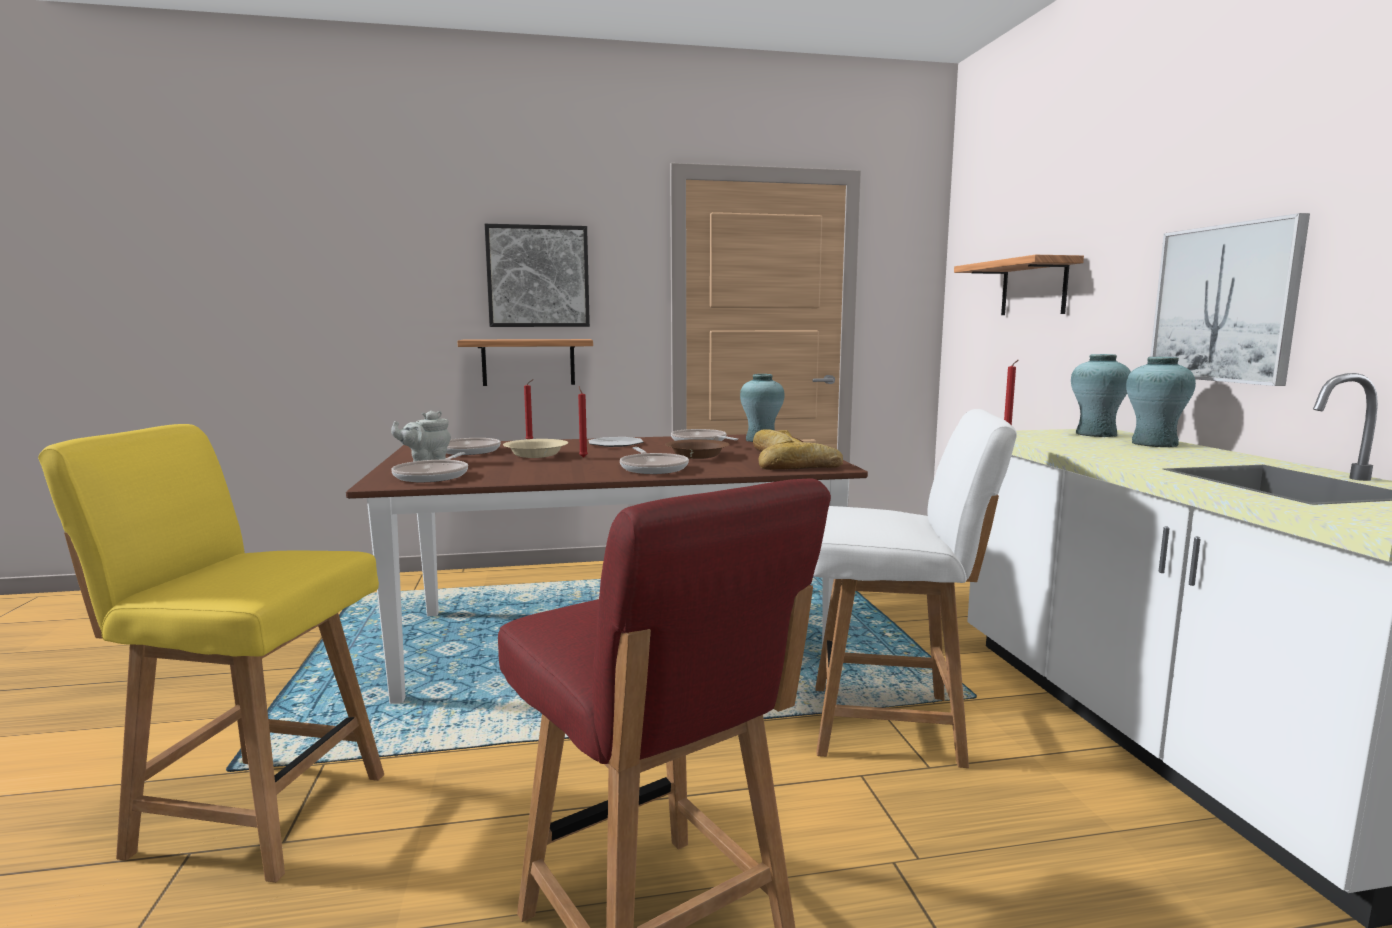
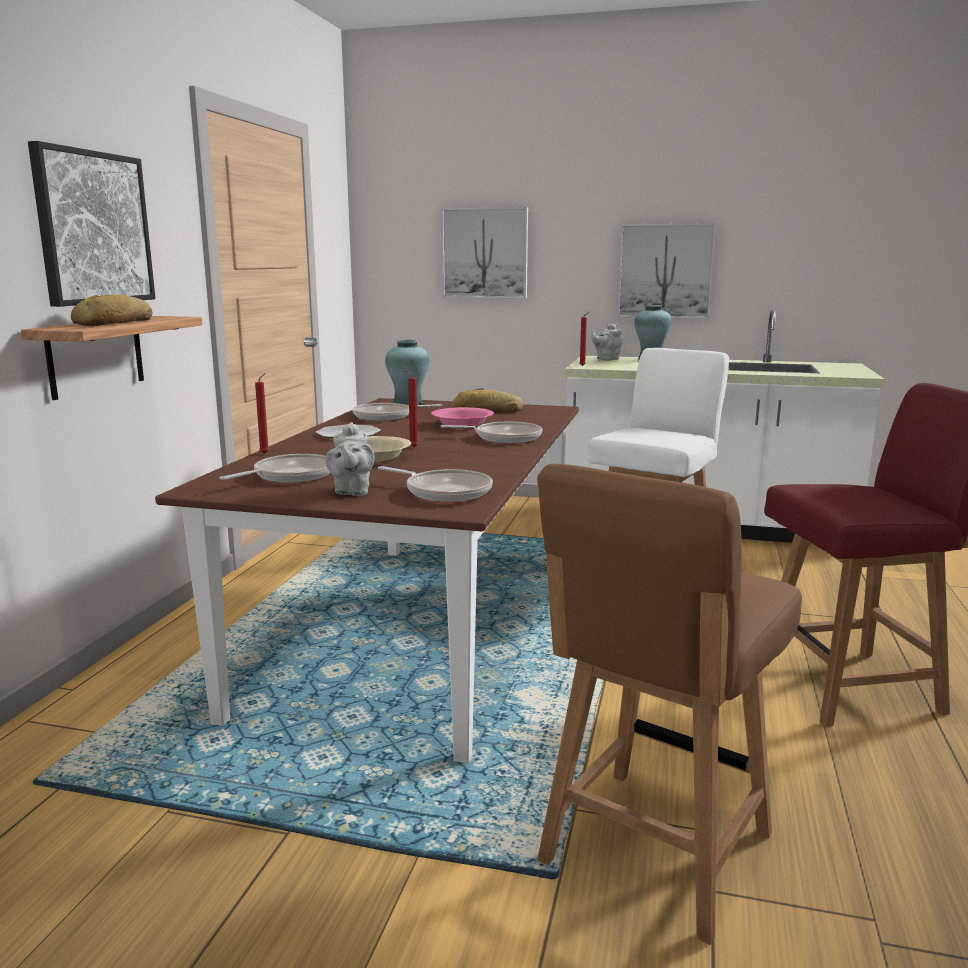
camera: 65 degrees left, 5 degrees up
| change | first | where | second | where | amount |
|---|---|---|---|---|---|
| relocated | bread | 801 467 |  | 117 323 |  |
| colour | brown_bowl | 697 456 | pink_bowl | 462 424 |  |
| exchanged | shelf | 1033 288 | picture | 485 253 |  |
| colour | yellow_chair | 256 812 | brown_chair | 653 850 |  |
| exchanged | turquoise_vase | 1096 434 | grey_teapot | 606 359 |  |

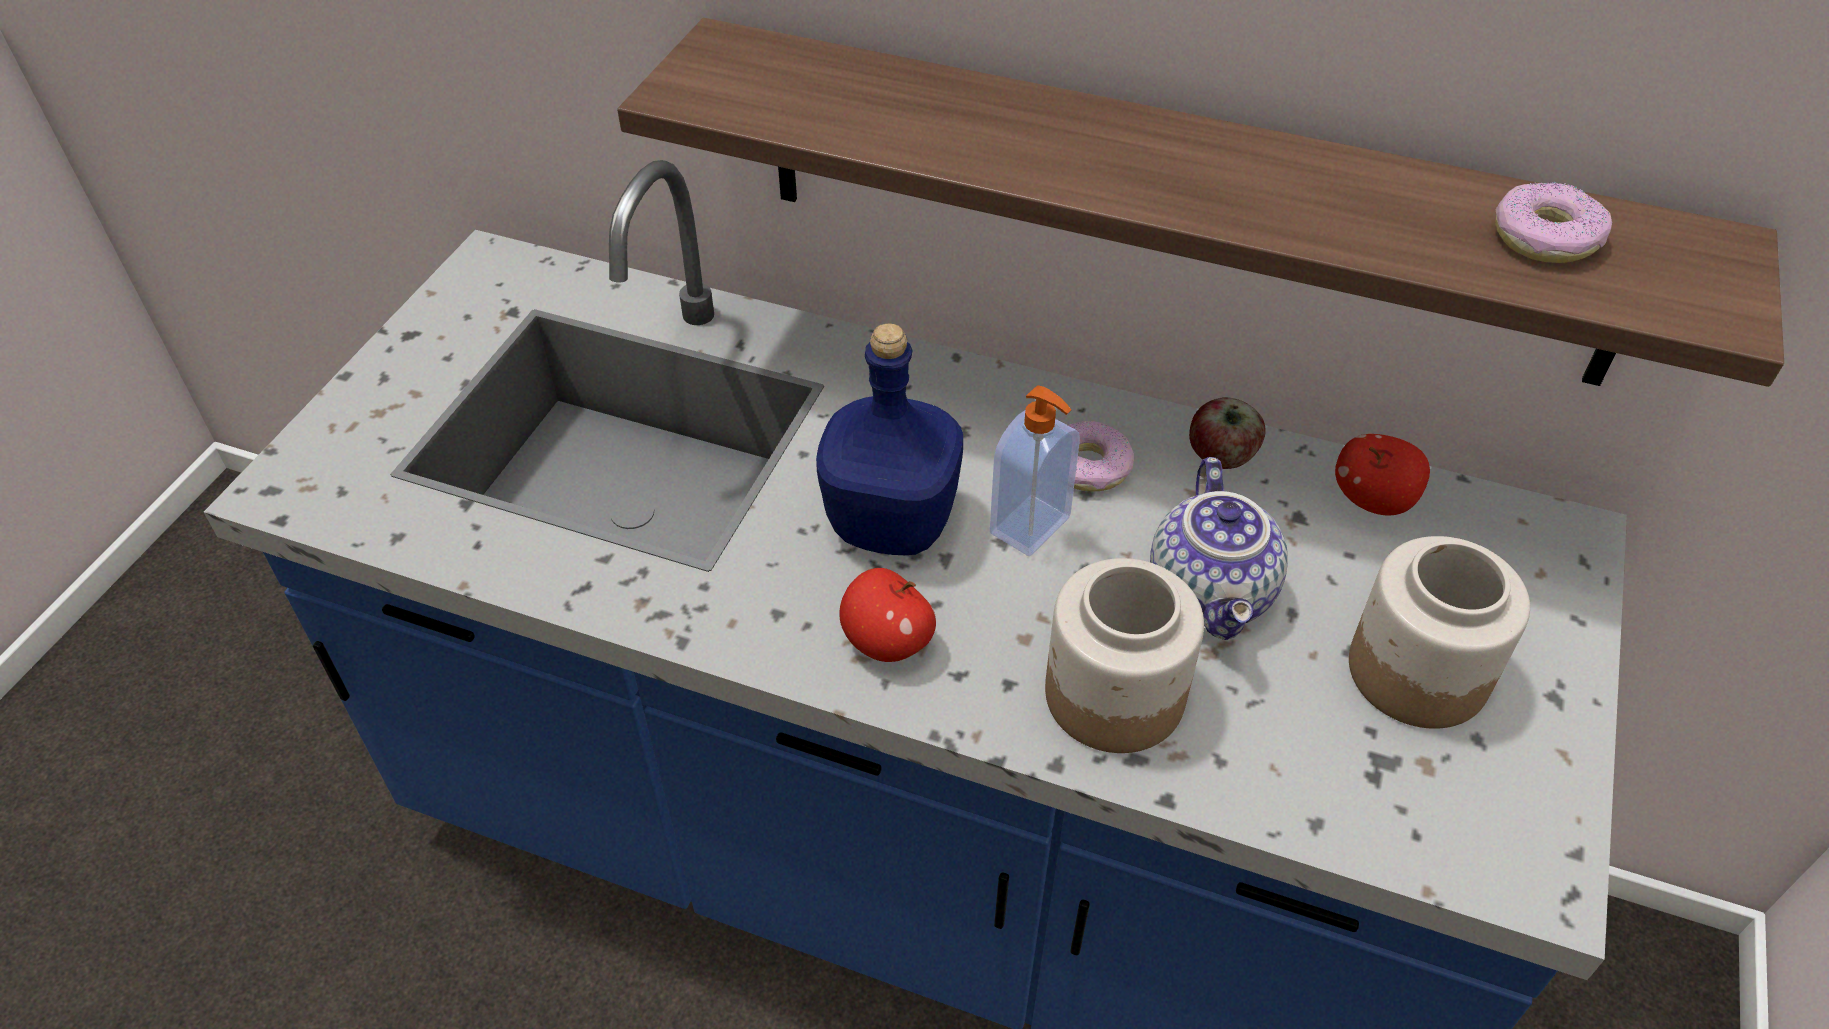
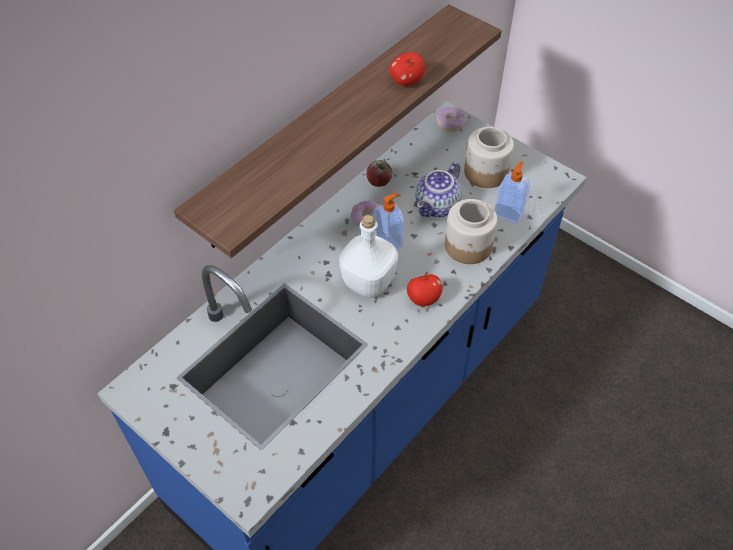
camera: 70 degrees left, 5 degrees up
| change | first | where | second | where | amount |
|---|---|---|---|---|---|
| colour | blue_bottle | 894 522 | white_bottle | 369 281 |  |
| relocated | apple | 1373 500 |  | 406 81 |  |
| spun | teapot | 1213 594 |  | 437 207 | 105 degrees clockwise |
| relocated | donut | 1544 237 |  | 450 123 |  |
| appeared |  |  | soap_dispenser | 509 213 |  |

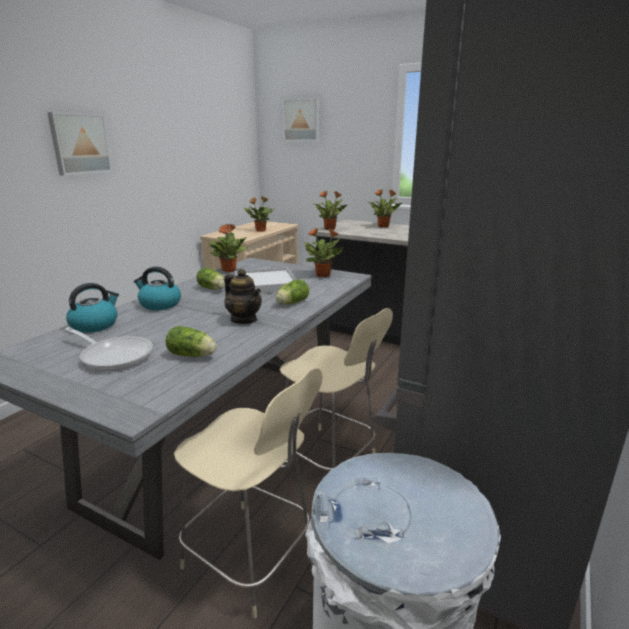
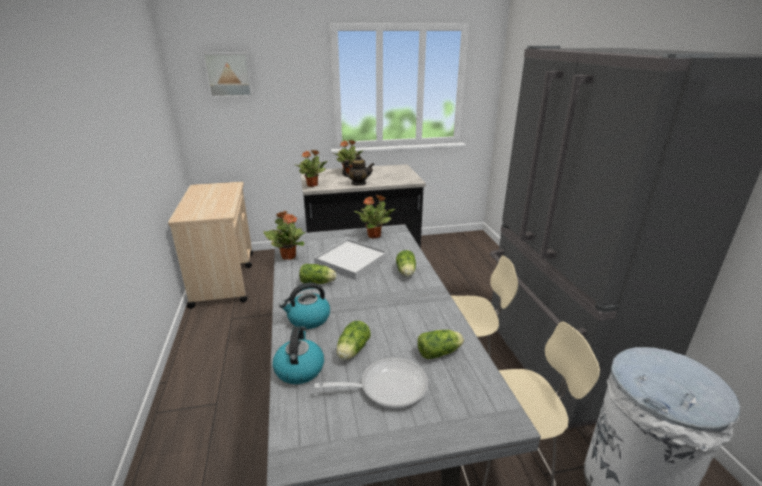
camera: 40 degrees left, 5 degrees up
| change | first | where | second | where | amount |
|---|---|---|---|---|---|
| appeared |  |  | lettuce | 352 351 |  |
| relocated | teapot | 244 320 |  | 358 183 |  |
| missing | picture | 80 144 |  |  |  |
| missing | potted_plant | 260 230 |  |  |  |

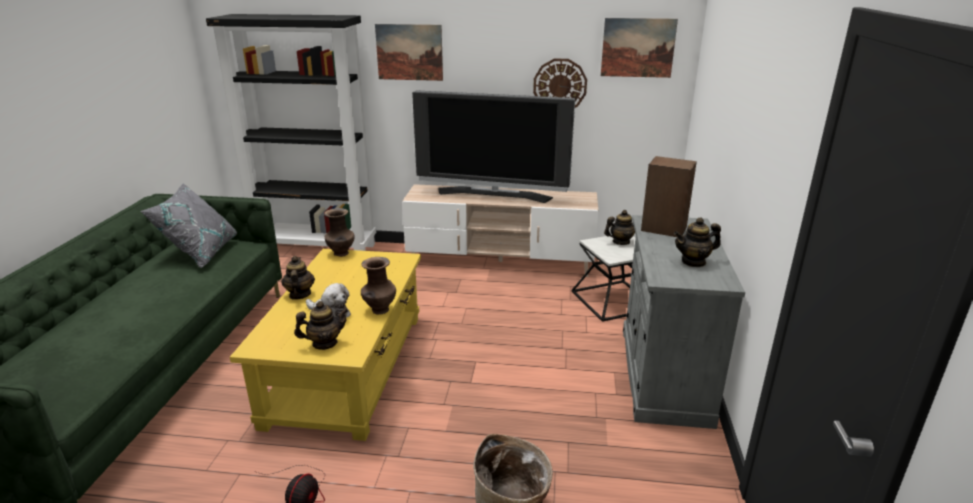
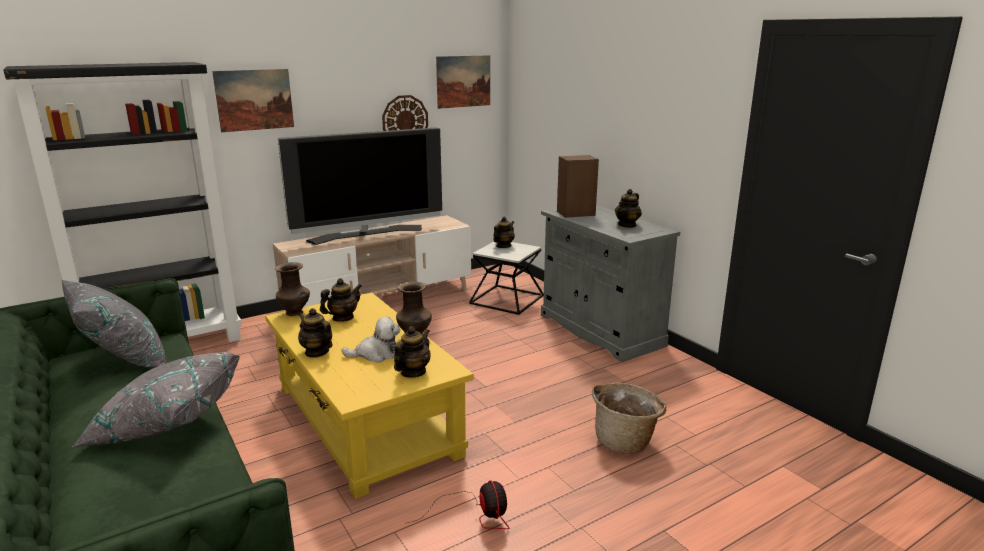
camera: 40 degrees left, 5 degrees down
| change | first | where | second | where | amount |
|---|---|---|---|---|---|
| appeared |  |  | grey_pillow | 166 422 |  |
| appeared |  |  | teapot | 342 318 |  |

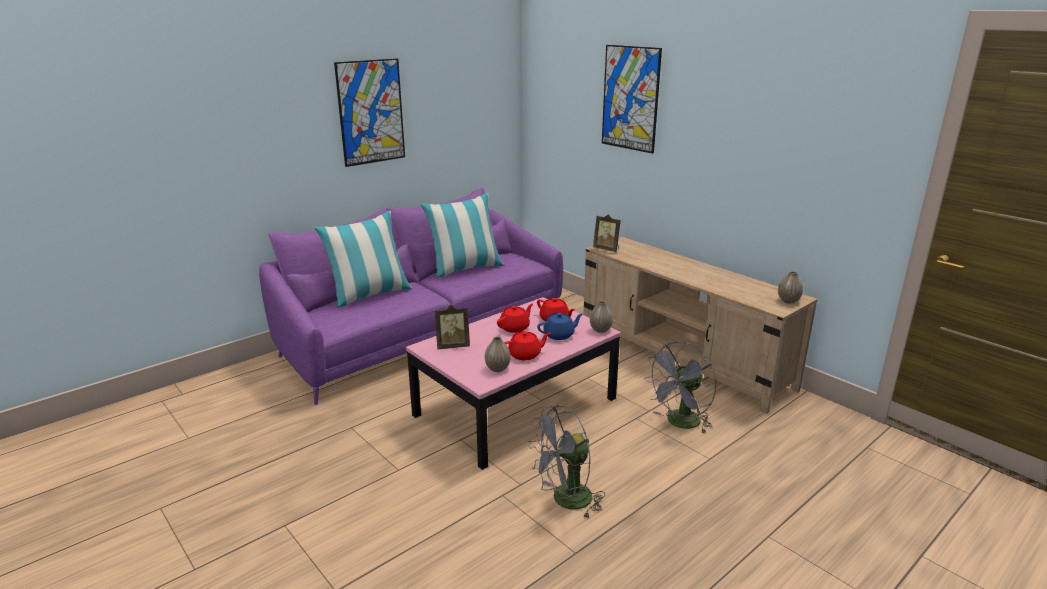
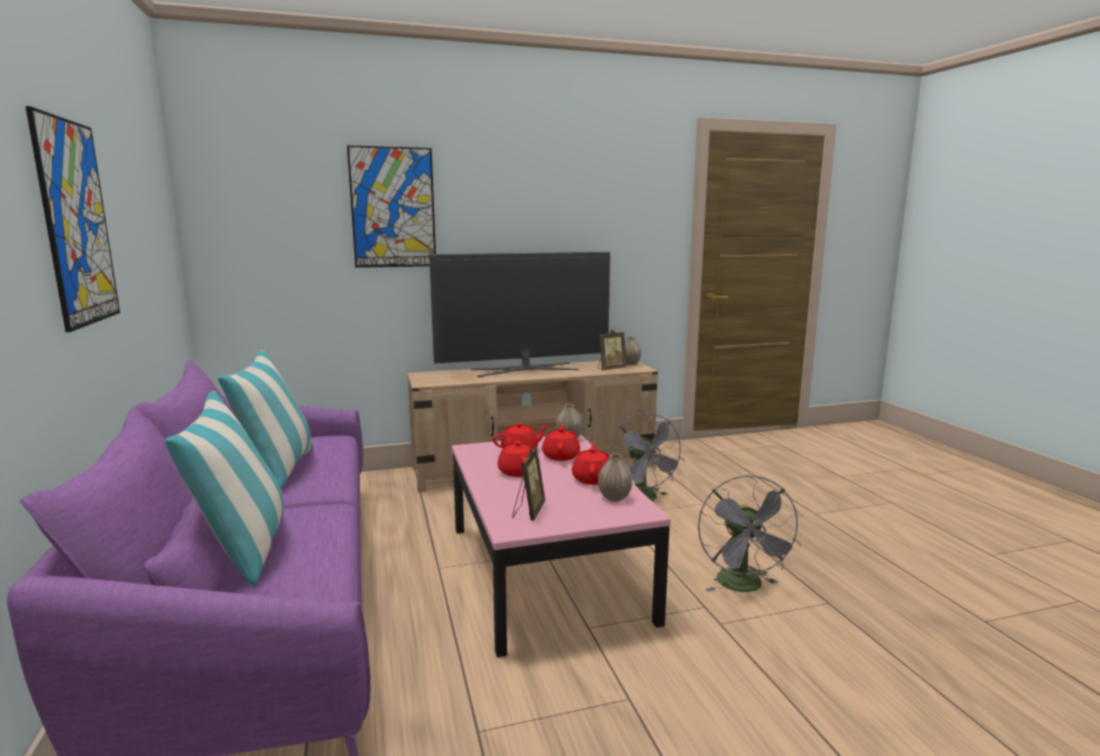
camera: 65 degrees left, 10 degrees down
| change | first | where | second | where | amount |
|---|---|---|---|---|---|
| appeared |  |  | television | 525 369 |  |
| colour | blue_teapot | 559 335 | red_teapot | 561 456 |  |
| relocated | picture_frame | 607 249 |  | 610 369 |  |

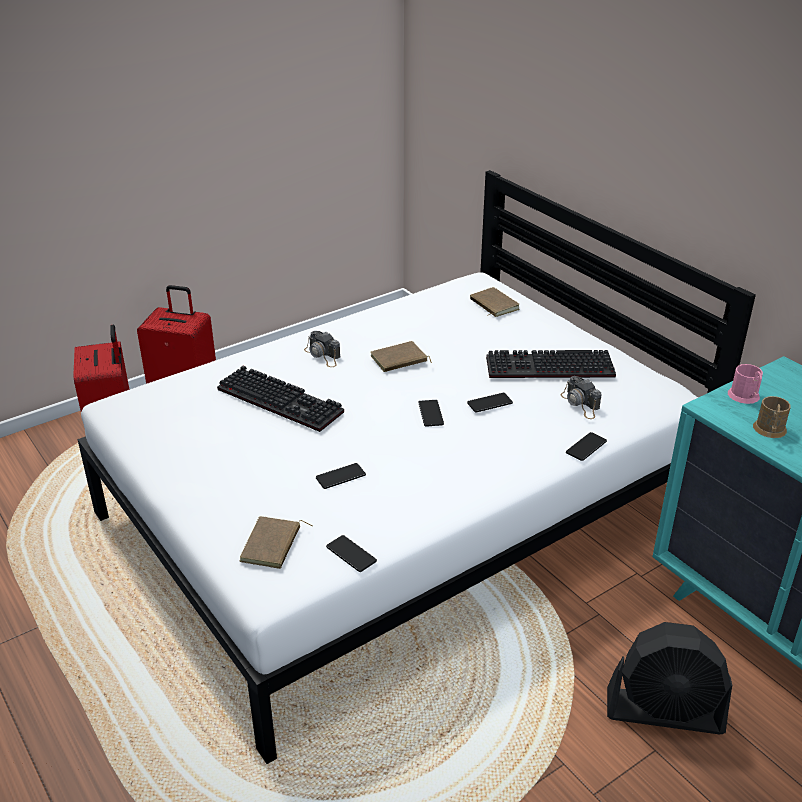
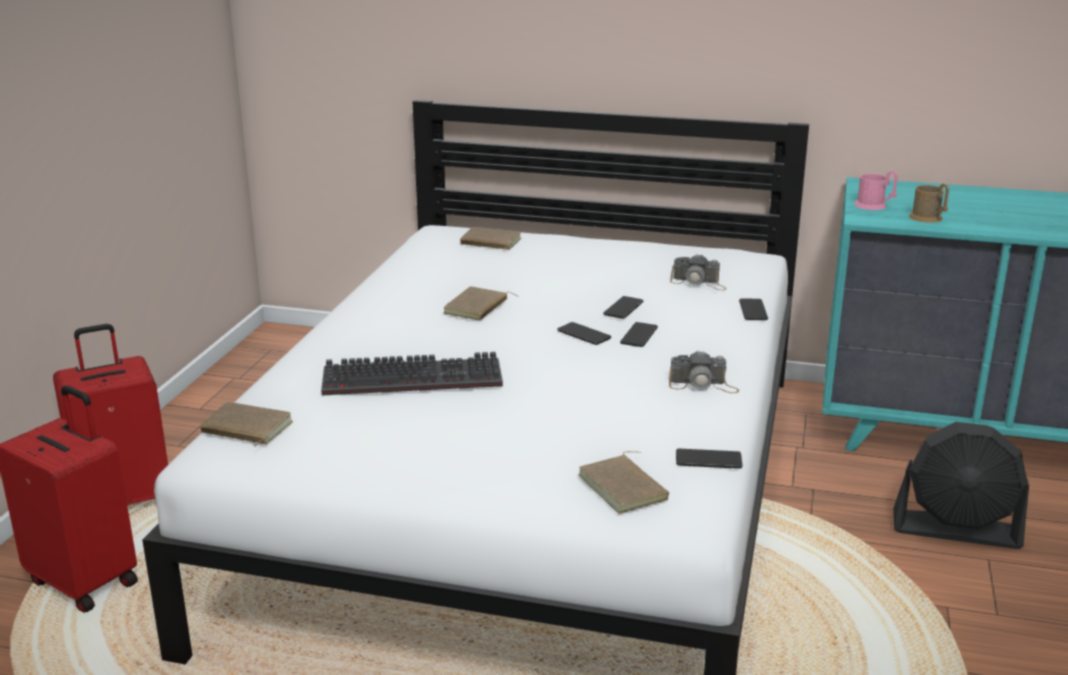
camera: 40 degrees left, 10 degrees down
| change | first | where | second | where | amount |
|---|---|---|---|---|---|
| appeared |  |  | brown_book | 245 429 |  |
| relocated | phone | 340 476 |  | 639 335 |  |
| relocated | photo_camera | 323 355 |  | 703 385 |  |
| spun | black_fan | 665 712 |  | 956 530 | 45 degrees clockwise |
| missing | keyboard | 548 369 |  |  |  |

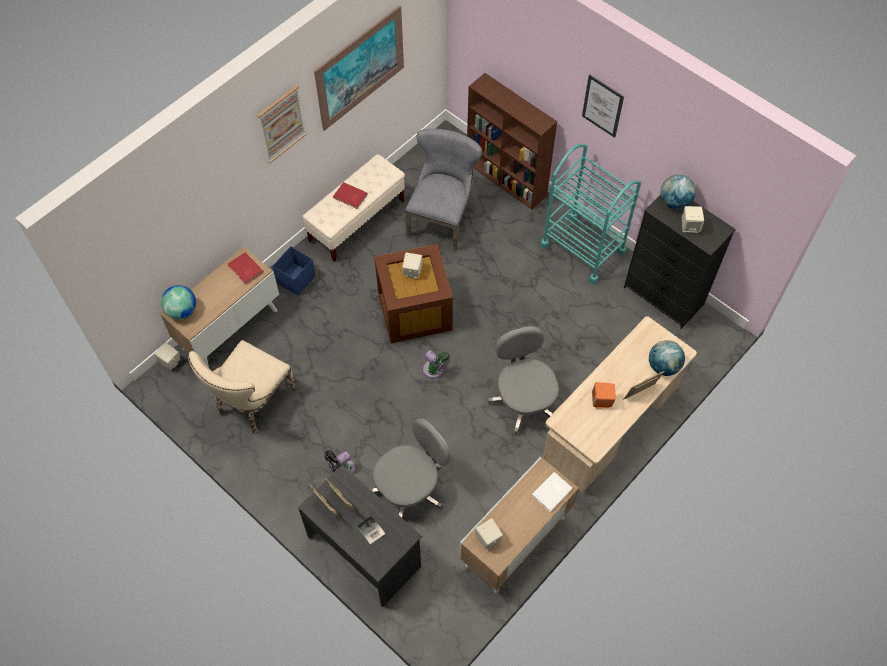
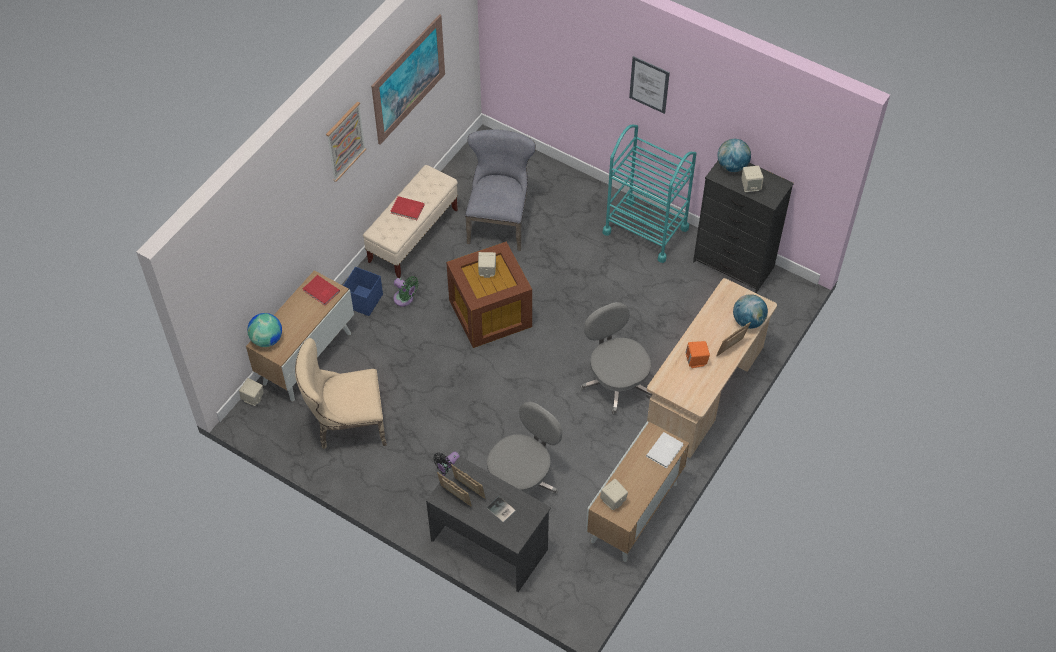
camera: 10 degrees left, 5 degrees down
| change | first | where | second | where | amount |
|---|---|---|---|---|---|
| spun | beige_chair | 252 403 |  | 346 425 | 60 degrees clockwise |
| relocated | green_fan | 434 371 |  | 405 299 |  |
| missing | brown_bookcase | 507 179 |  |  |  |

